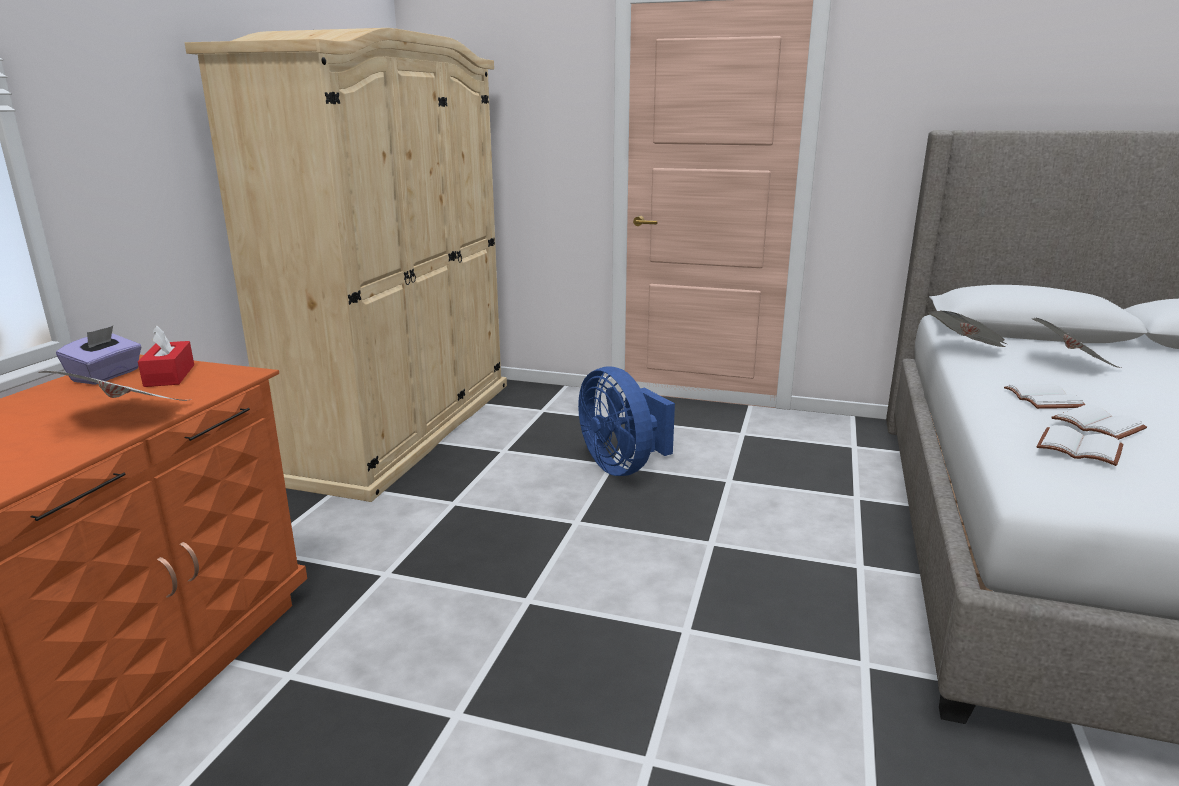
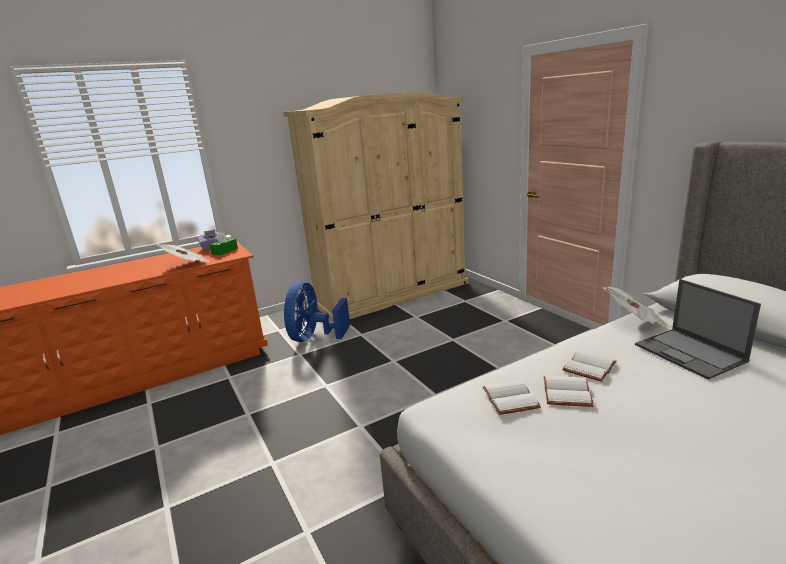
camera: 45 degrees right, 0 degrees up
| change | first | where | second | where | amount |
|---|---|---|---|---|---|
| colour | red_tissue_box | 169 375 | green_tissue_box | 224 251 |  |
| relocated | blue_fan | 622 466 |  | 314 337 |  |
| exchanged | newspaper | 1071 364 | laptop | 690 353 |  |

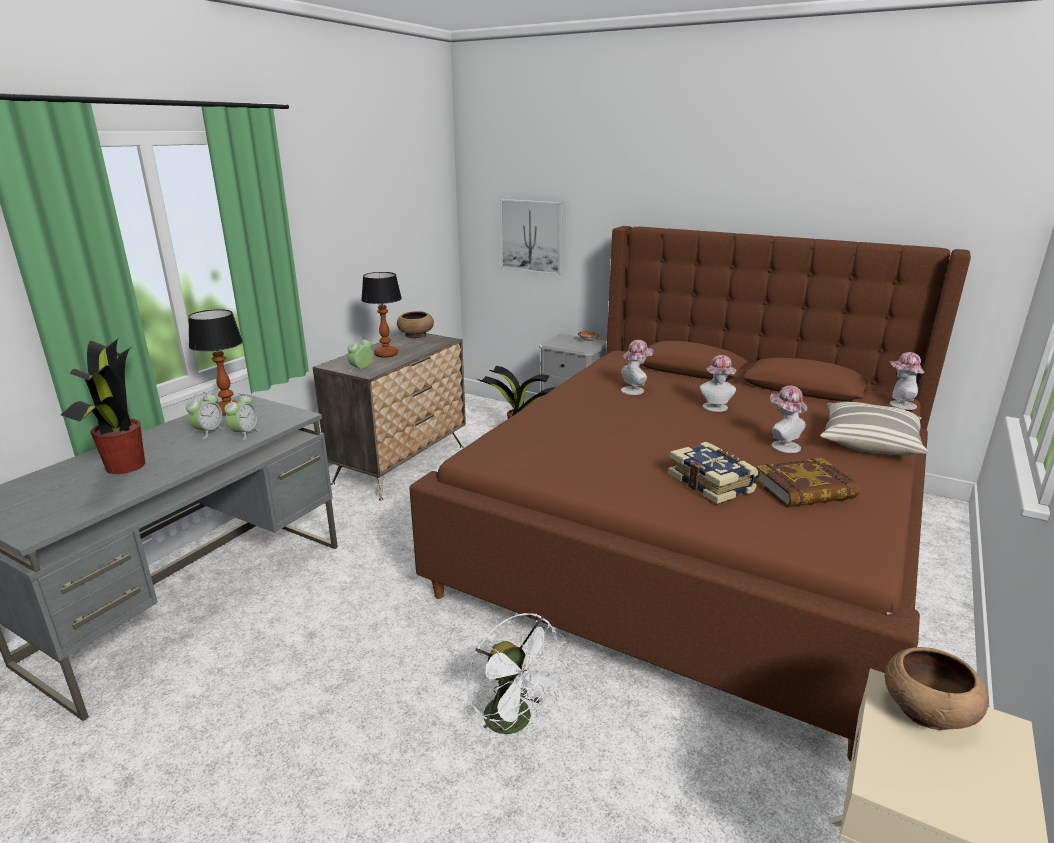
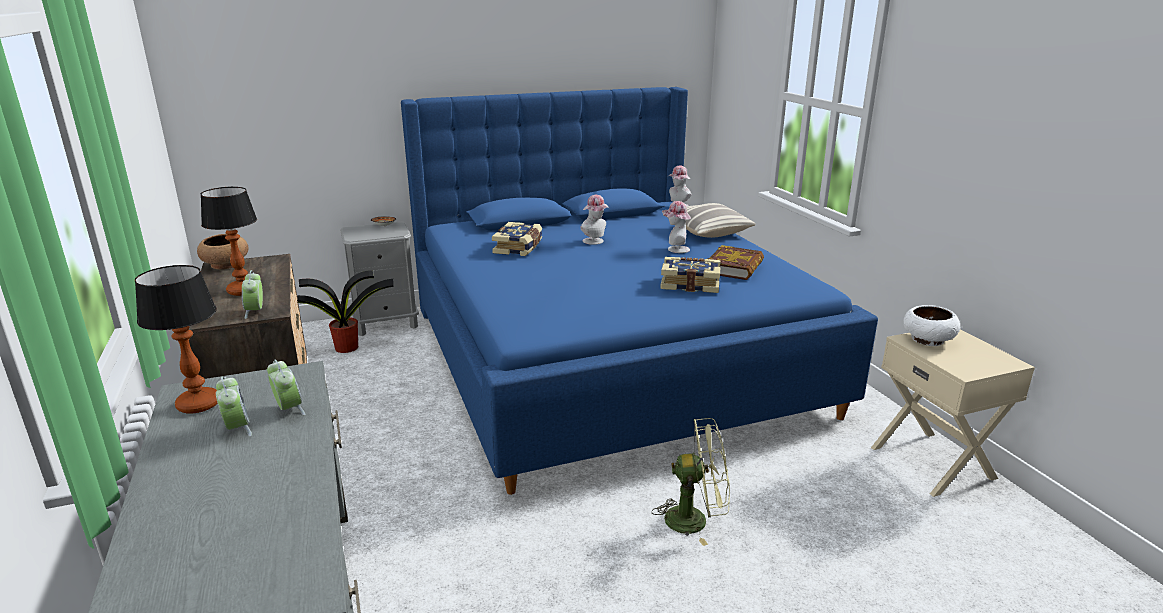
camera: 50 degrees left, 0 degrees up
| change | first | where | second | where | amount |
|---|---|---|---|---|---|
| colour | brown_bed | 695 539 | blue_bed | 607 357 |  |
| exchanged | hat | 635 390 | book | 519 248 |  |
| colour | white_fan | 516 722 | green_fan | 695 519 |  |
| colour | brown_bowl | 926 710 | white_bowl | 927 340 |  |
| missing | potted_plant | 125 467 |  |  |  |
| missing | picture | 532 236 |  |  |  |

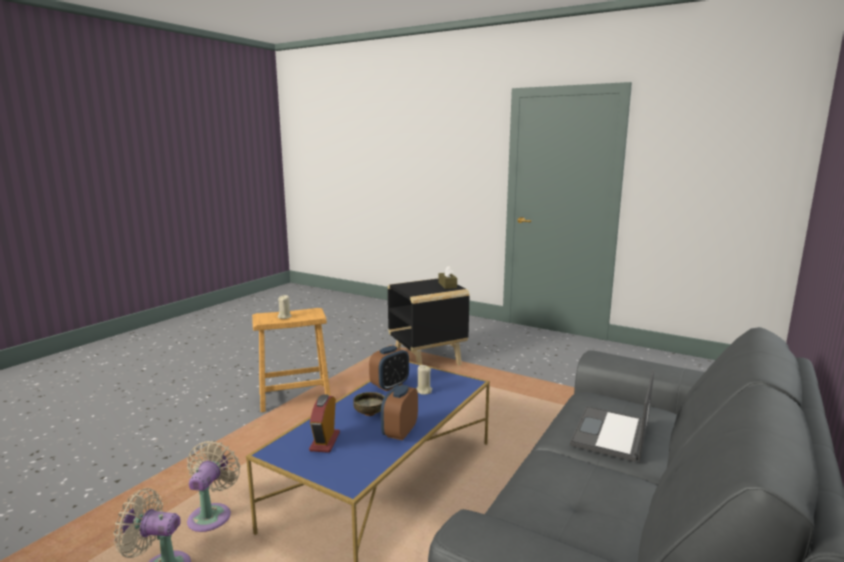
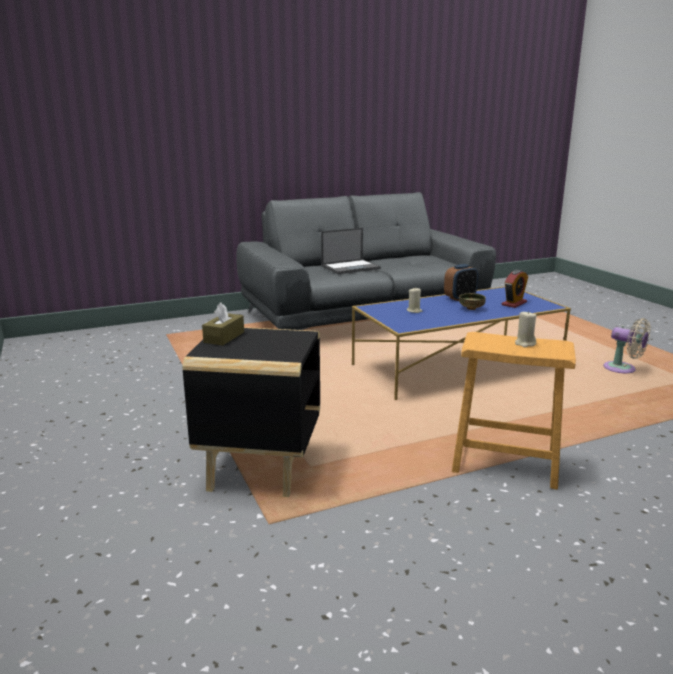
camera: 145 degrees left, 5 degrees up
| change | first | where | second | where | amount |
|---|---|---|---|---|---|
| missing | beige_fan | 212 515 |  |  |  |
| missing | alarm_clock | 390 385 |  |  |  |

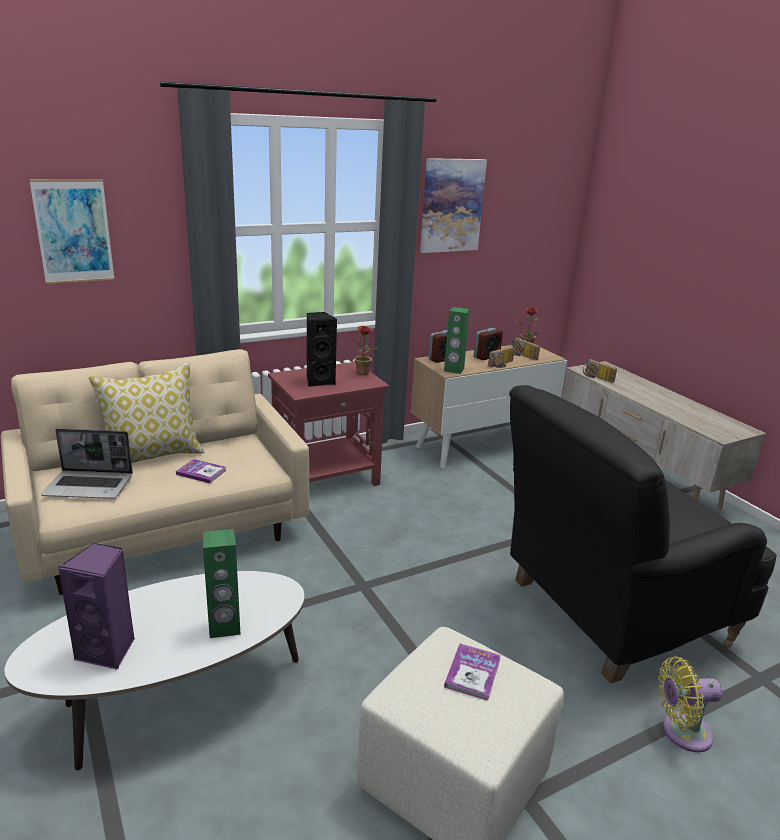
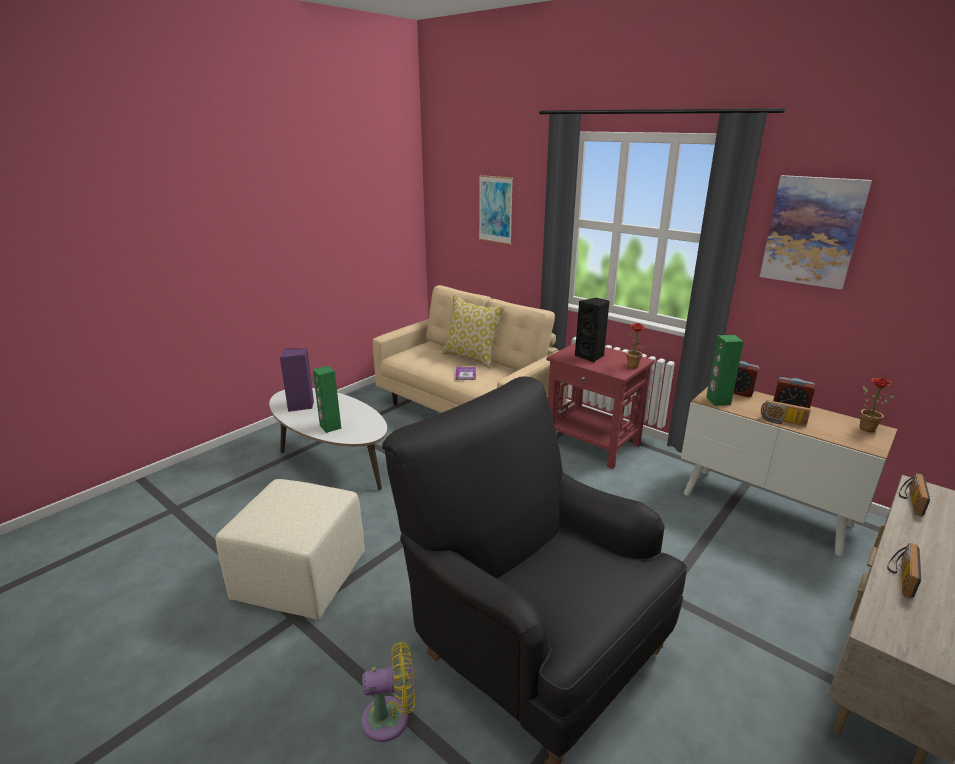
camera: 70 degrees right, 0 degrees up
| change | first | where | second | where | amount |
|---|---|---|---|---|---|
| spun | yellow_fan | 681 732 |  | 391 718 | 105 degrees clockwise |
| relocated | radio | 522 355 |  | 899 576 |  |
| missing | laptop | 90 486 |  |  |  |
| missing | book | 472 673 |  |  |  |

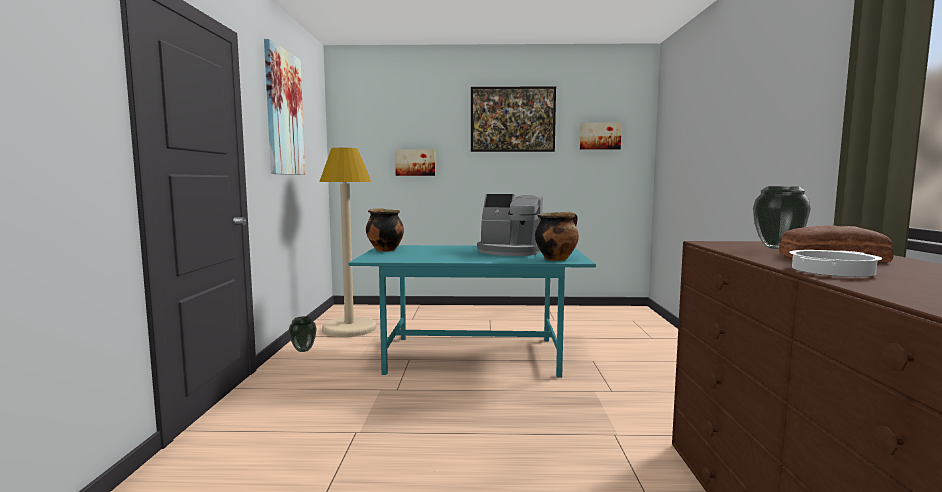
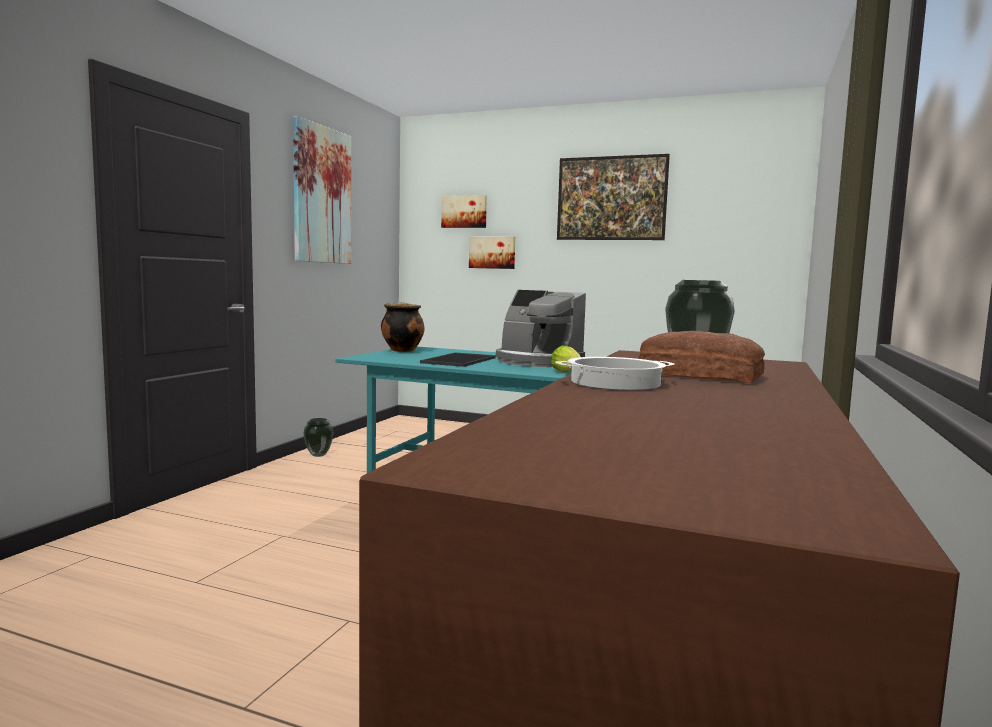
camera: 20 degrees right, 0 degrees up
| change | first | where | second | where | amount |
|---|---|---|---|---|---|
| appeared |  |  | tray | 458 360 |  |
| relocated | picture | 600 136 |  | 464 211 |  |
| exchanged | cooking_pot | 556 259 | lettuce | 568 373 |  |
| missing | beige_floor_lamp | 349 329 |  |  |  |

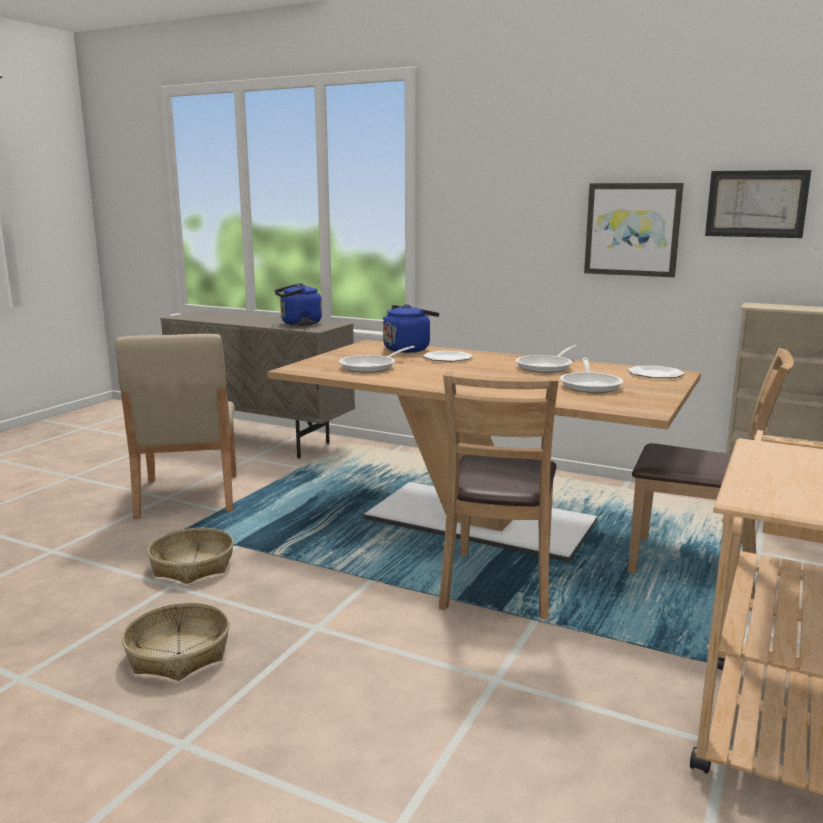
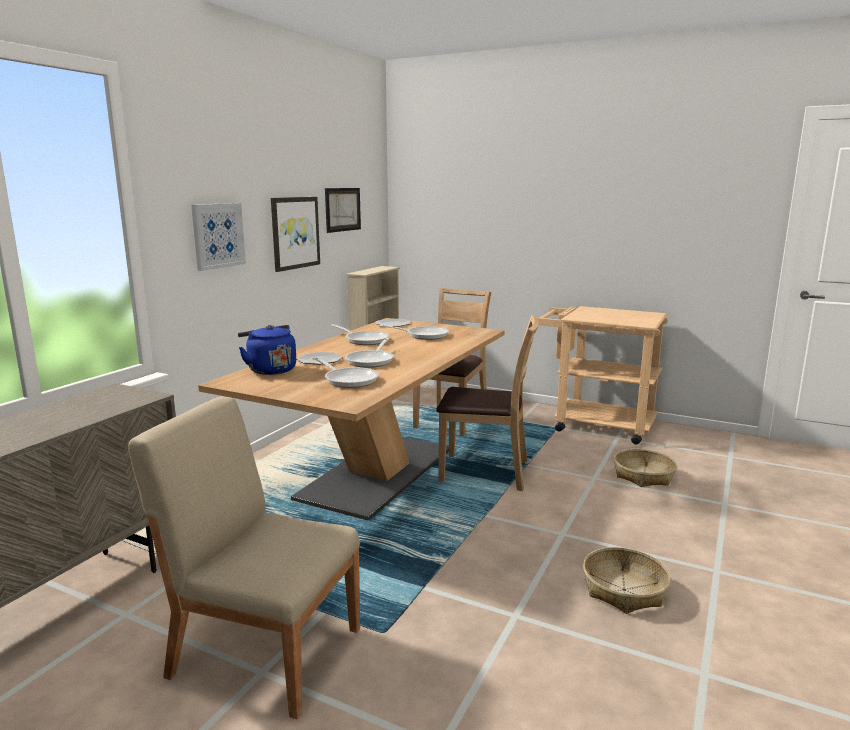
camera: 90 degrees left, 0 degrees up
| change | first | where | second | where | amount |
|---|---|---|---|---|---|
| spun | beige_chair | 187 496 |  | 265 650 | 150 degrees counterclockwise |
| appeared |  |  | picture | 218 235 |  |
| appeared |  |  | frying_pan | 372 360 |  |
| relocated | basket | 192 566 |  | 643 475 |  |
| missing | blue_kettle | 298 324 |  |  |  |

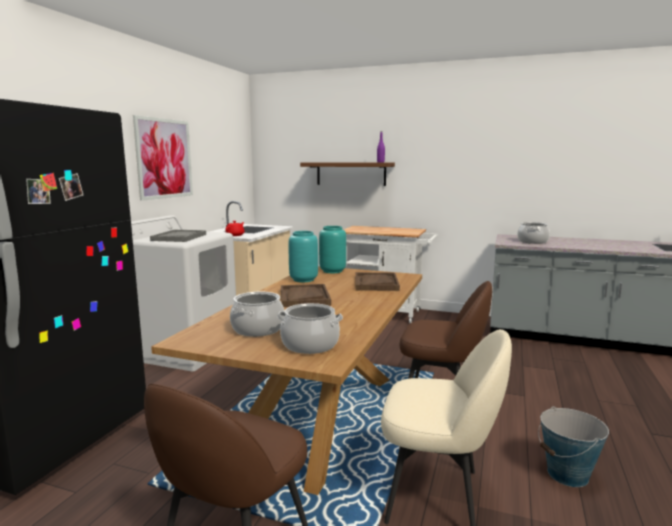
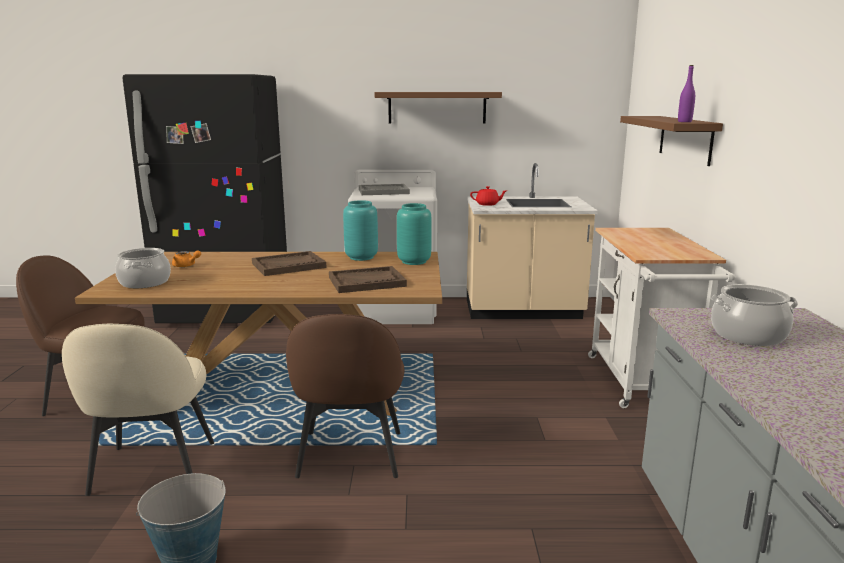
camera: 70 degrees right, 5 degrees up
| change | first | where | second | where | amount |
|---|---|---|---|---|---|
| exchanged | cooking_pot | 257 329 | orange_teapot | 186 266 |  |
| exchanged | picture | 164 158 | brown_shelf | 437 107 |  |

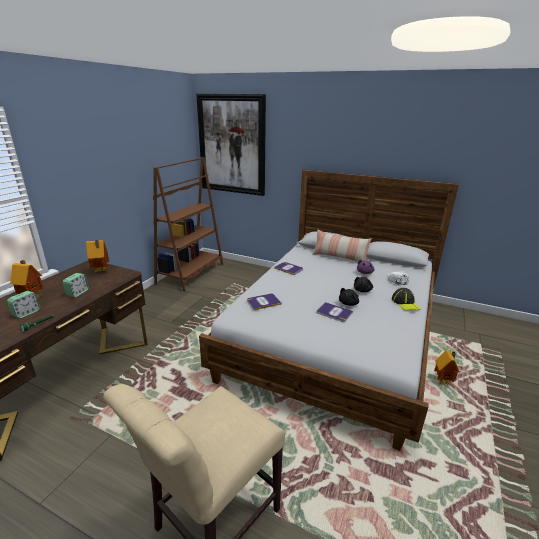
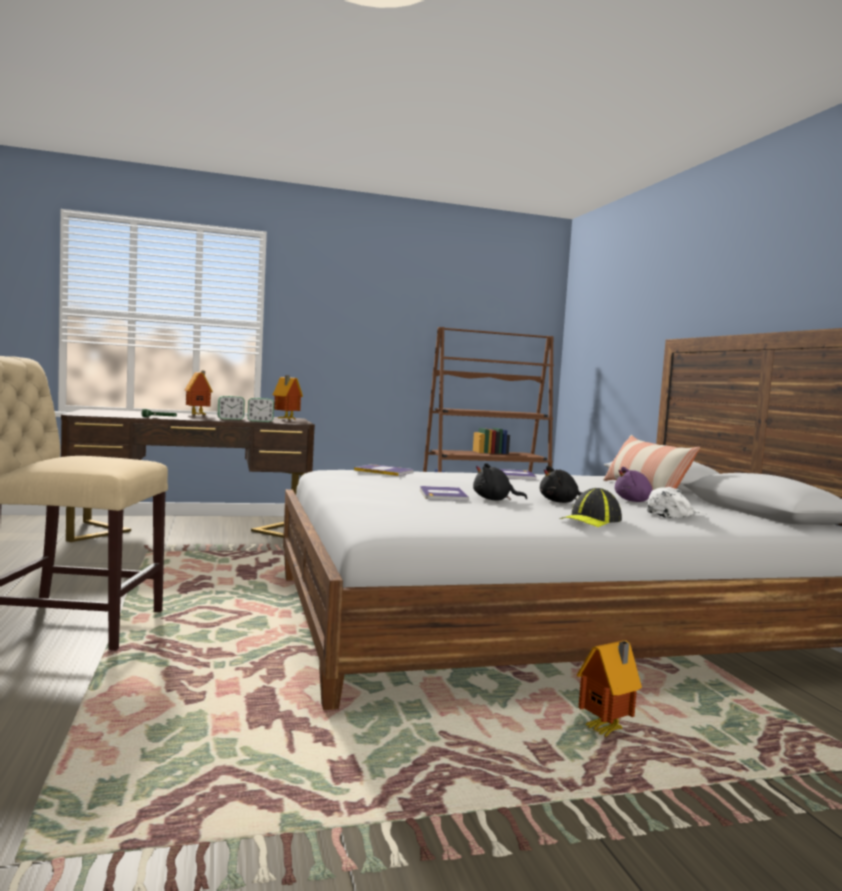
camera: 50 degrees right, 20 degrees down
| change | first | where | second | where | amount |
|---|---|---|---|---|---|
| relocated | alarm_clock | 26 313 |  | 260 421 |  |
| missing | picture | 232 145 |  |  |  |

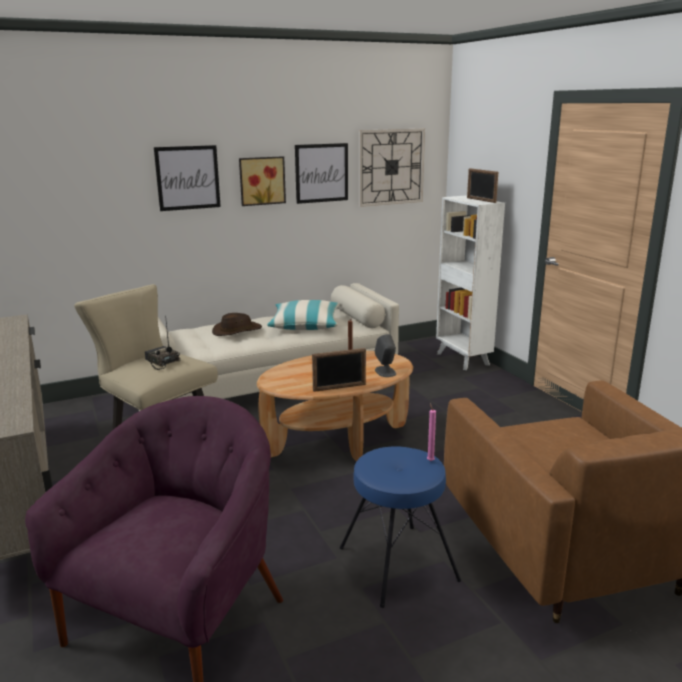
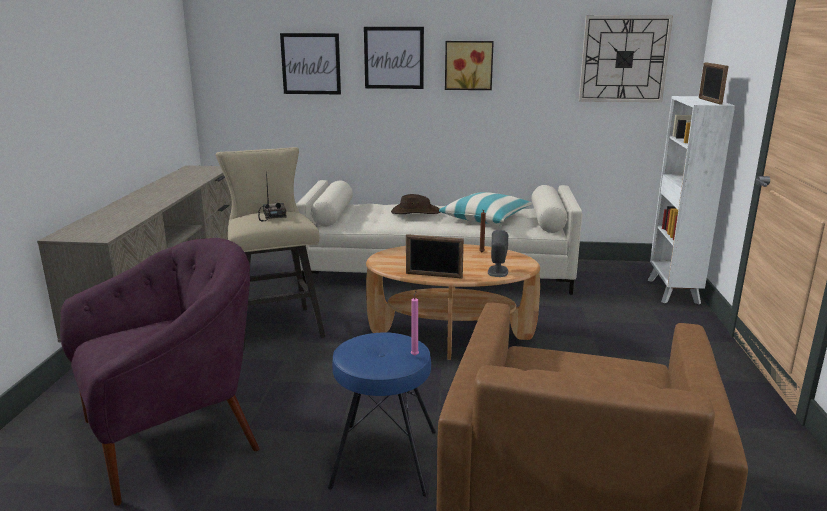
camera: 30 degrees right, 0 degrees up
| change | first | where | second | where | amount |
|---|---|---|---|---|---|
| relocated | picture | 321 173 |  | 311 64 |  |

